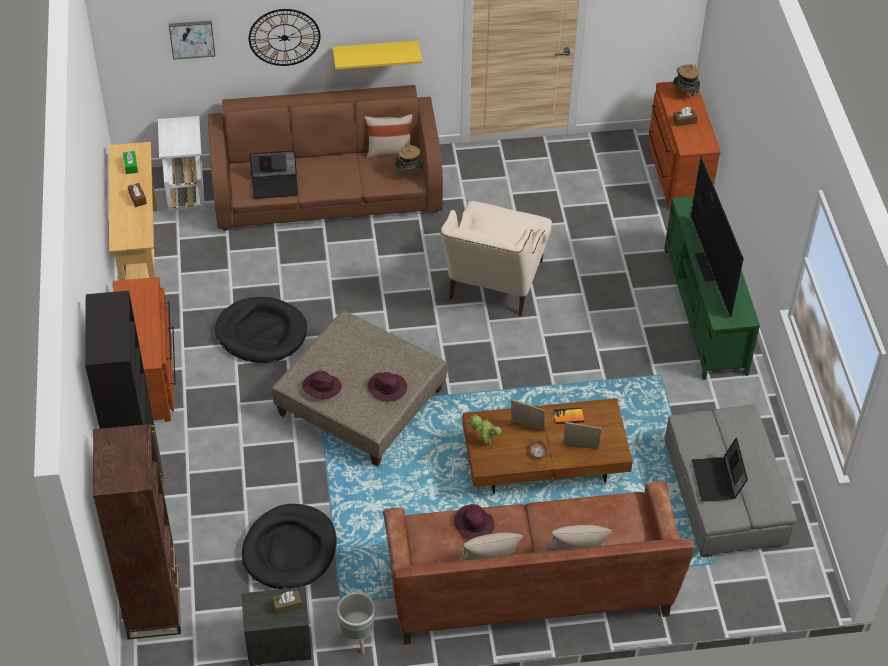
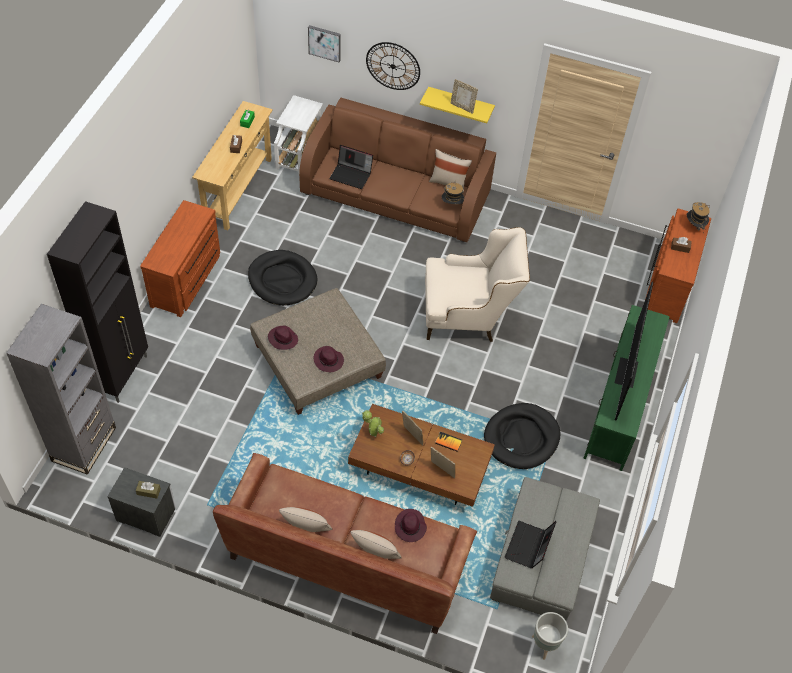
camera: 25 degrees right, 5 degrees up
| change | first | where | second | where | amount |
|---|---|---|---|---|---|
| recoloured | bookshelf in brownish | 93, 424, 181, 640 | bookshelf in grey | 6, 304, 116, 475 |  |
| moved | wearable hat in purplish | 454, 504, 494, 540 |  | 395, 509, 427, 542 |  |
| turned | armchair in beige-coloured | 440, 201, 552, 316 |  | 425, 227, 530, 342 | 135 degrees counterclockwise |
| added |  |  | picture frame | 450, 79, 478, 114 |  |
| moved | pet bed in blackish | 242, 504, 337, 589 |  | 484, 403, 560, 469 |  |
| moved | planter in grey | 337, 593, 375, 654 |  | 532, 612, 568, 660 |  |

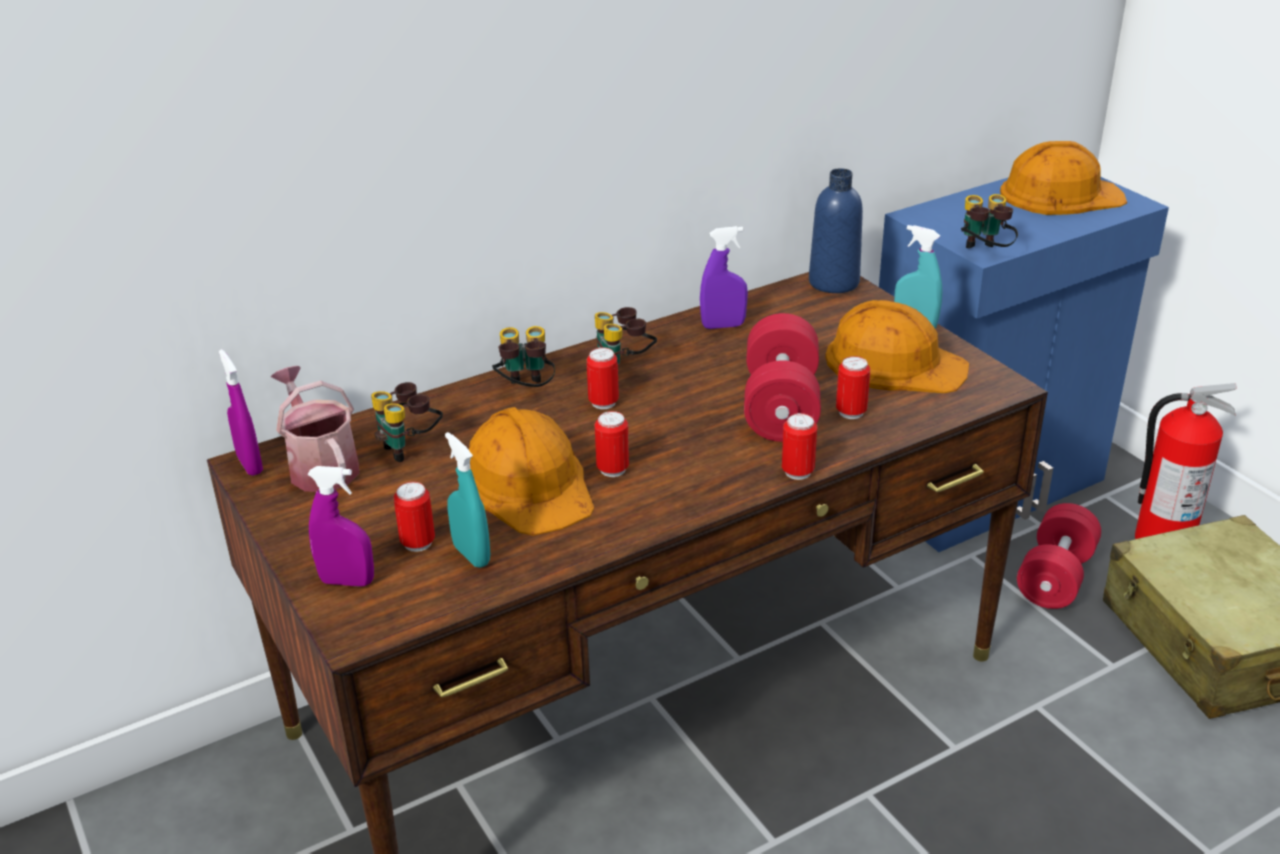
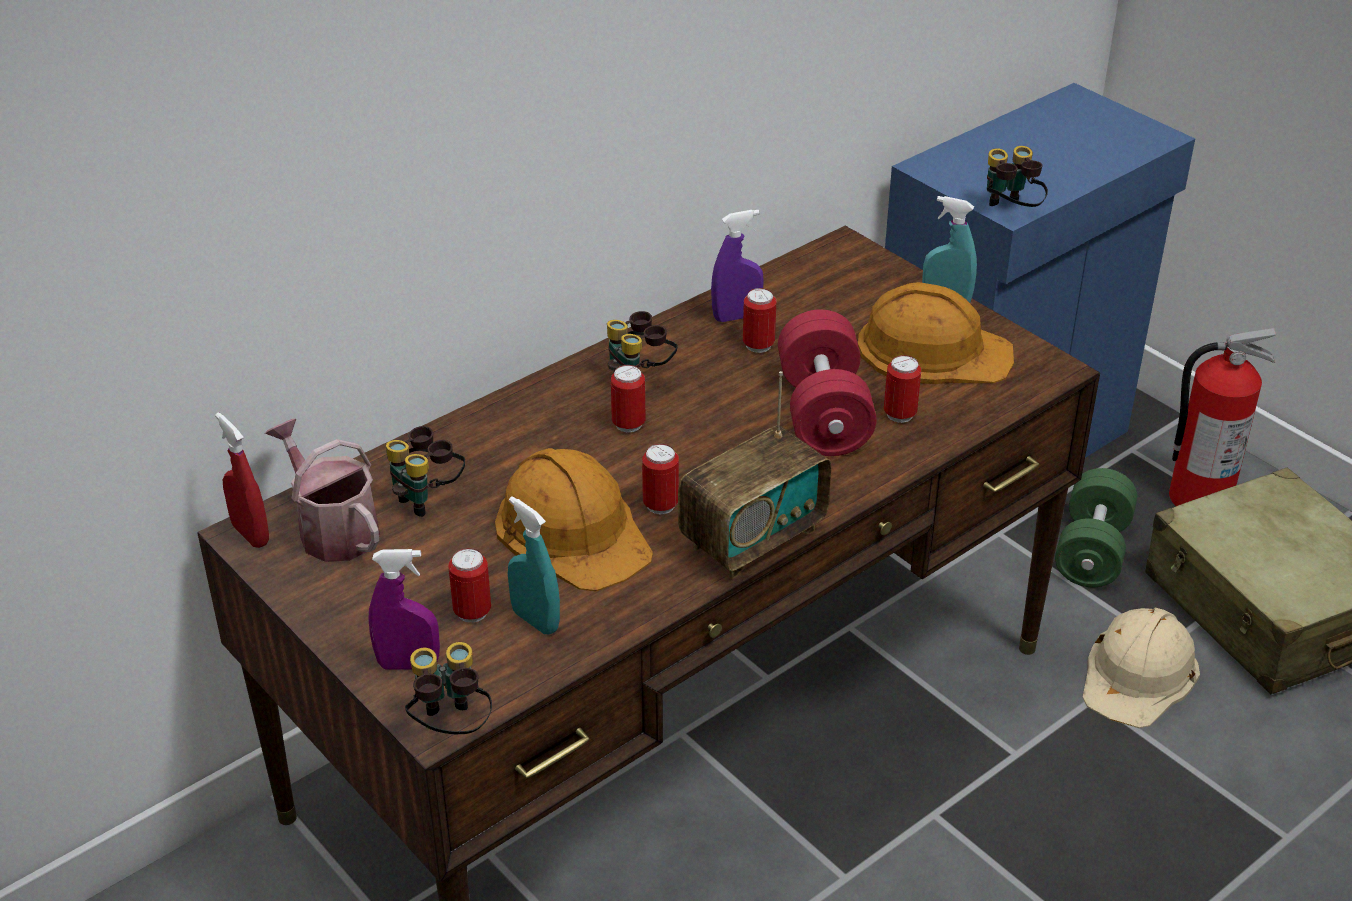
camera: 10 degrees left, 5 degrees up
| change | first | where | second | where | amount |
|---|---|---|---|---|---|
| recoloured | spray bottle in purplish | 219, 349, 263, 476 | spray bottle in red | 215, 412, 269, 548 |  |
| moved | field glasses | 492, 326, 555, 387 |  | 405, 642, 492, 734 |  |
| added |  |  | radio | 678, 371, 831, 579 |  |
| moved | metal can | 782, 413, 817, 480 |  | 743, 288, 777, 353 |  |
| recoloured | free weight in red | 1017, 503, 1101, 609 | free weight in greenish | 1055, 468, 1137, 587 |  |
| added |  |  | hard hat in beige-coloured | 1083, 608, 1200, 728 |  |
| removed | beverage bottle in blue-coloured | 809, 168, 863, 293 |  |  |  |
| removed | hard hat in orangey | 1000, 141, 1127, 215 |  |  |  |

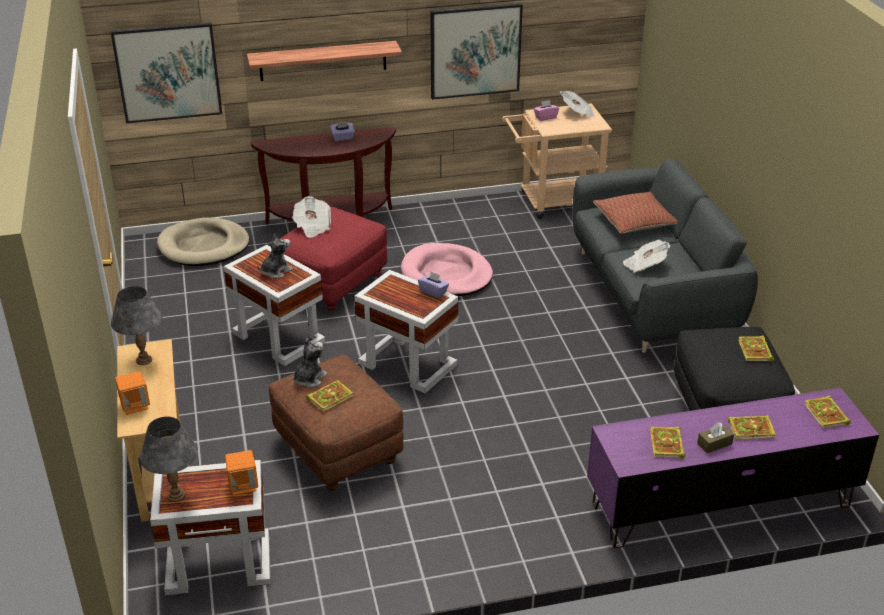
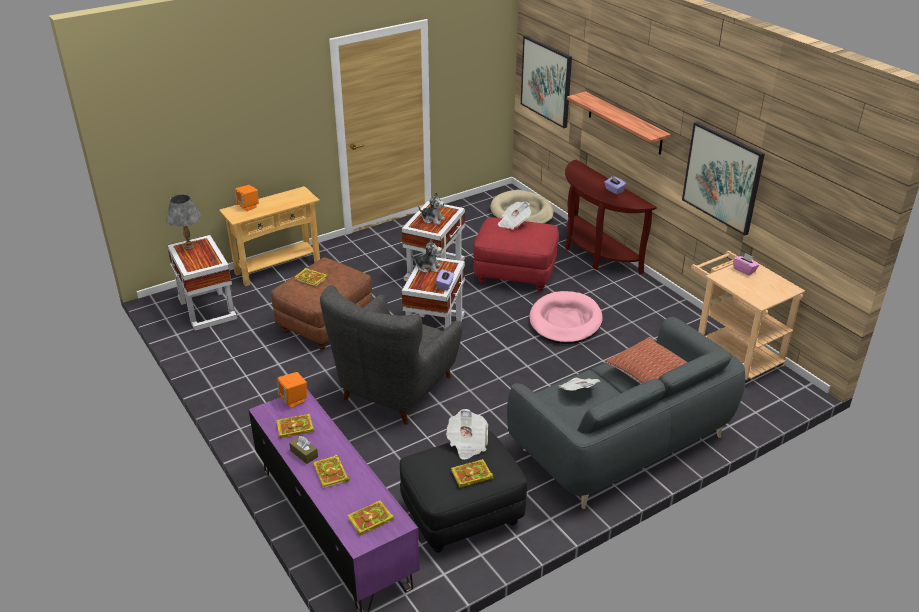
camera: 70 degrees right, 0 degrees up
| change | first | where | second | where | amount |
|---|---|---|---|---|---|
| moved | audio speaker in orangey | 225, 450, 258, 495 |  | 278, 372, 307, 408 |  |
| added |  |  | armchair in grey | 320, 285, 462, 424 |  |
| moved | plush toy | 293, 339, 327, 388 |  | 411, 238, 442, 273 |  |
| moved | newspaper | 560, 91, 595, 117 |  | 446, 409, 488, 460 |  |
| removed | tabletop lamp in grey | 111, 286, 163, 365 |  |  |  |

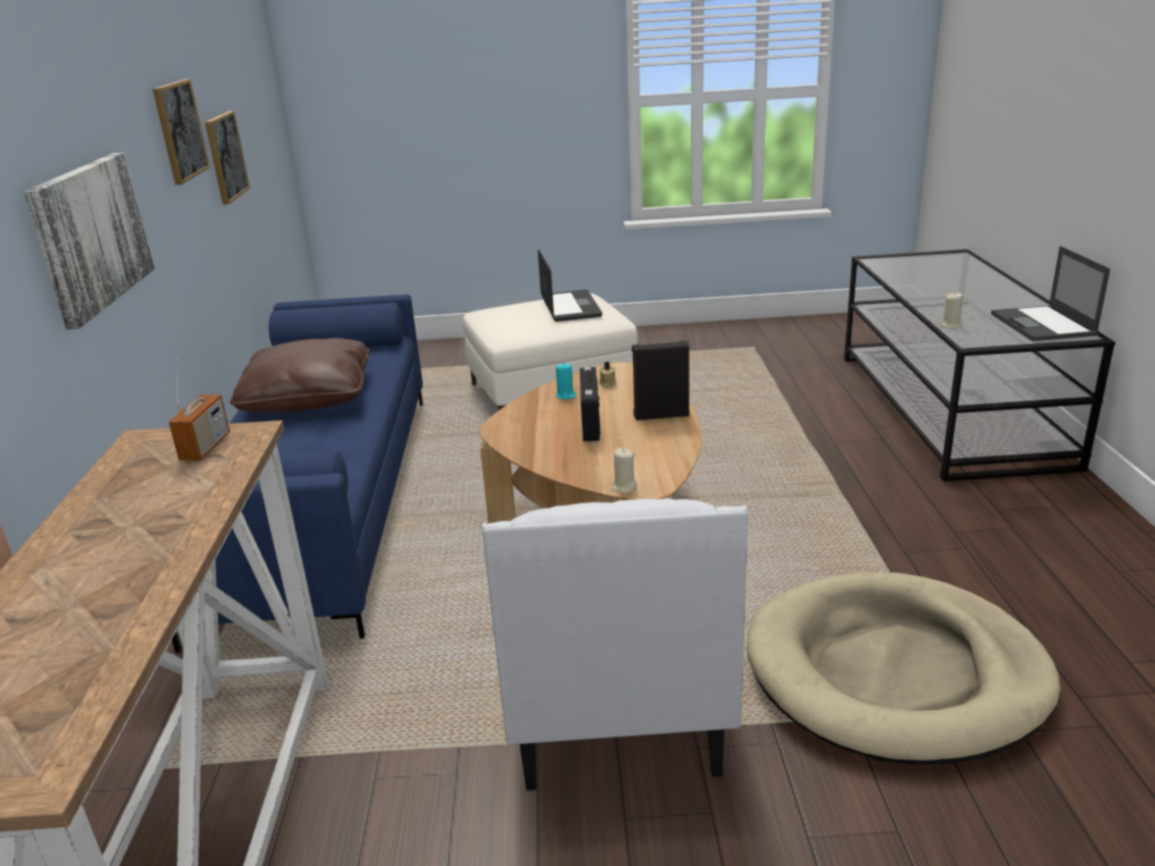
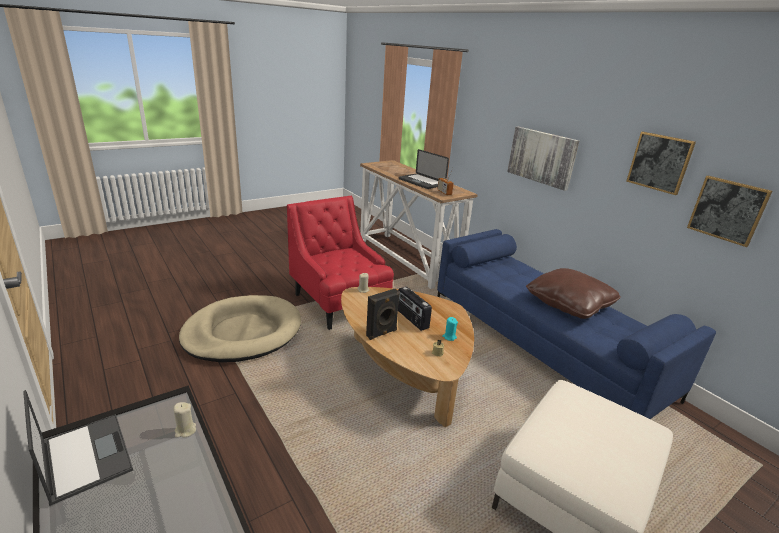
camera: 145 degrees right, 0 degrees up
| change | first | where | second | where | amount |
|---|---|---|---|---|---|
| recoloured | armchair in white-coloured | 482, 499, 748, 790 | armchair in red | 287, 196, 394, 330 |  |
| moved | portable computer | 538, 249, 602, 322 |  | 399, 149, 449, 189 |  |

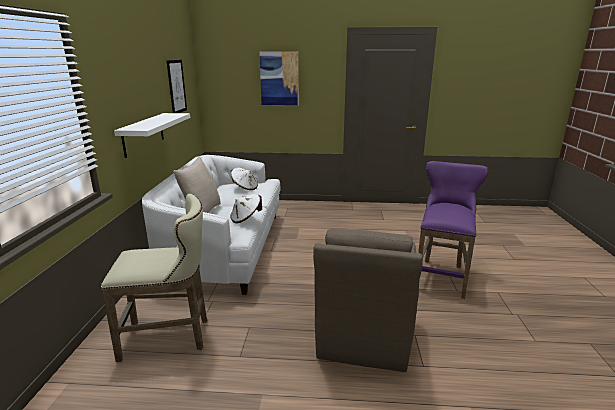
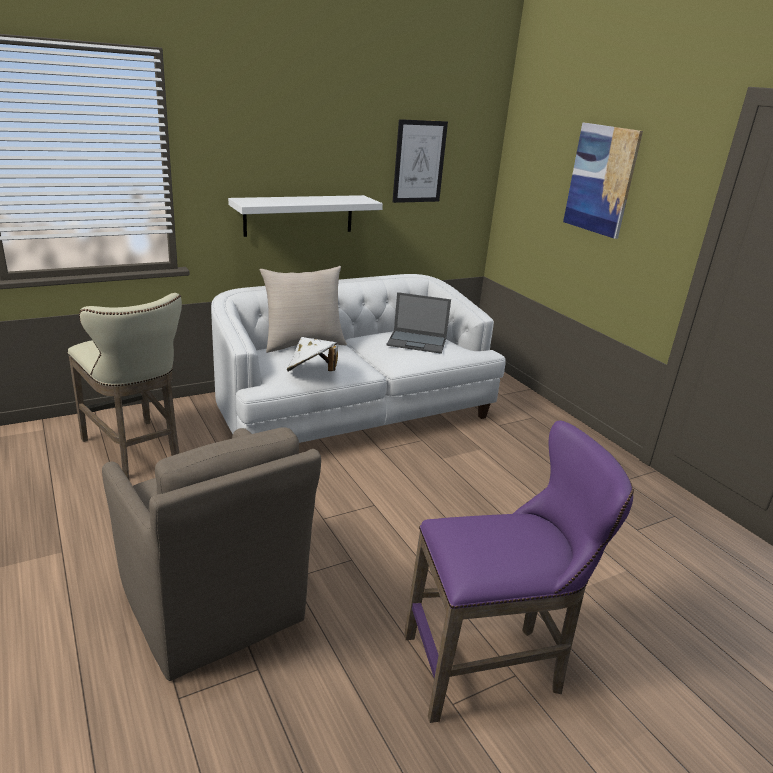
camera: 55 degrees right, 5 degrees up
| change | first | where | second | where | amount |
|---|---|---|---|---|---|
| turned | armchair in brownish | 313, 229, 423, 372 |  | 102, 427, 321, 681 | 105 degrees counterclockwise |
| replaced | wearable hat in white-coloured | 231, 168, 258, 190 | portable computer | 387, 292, 451, 354 |  |

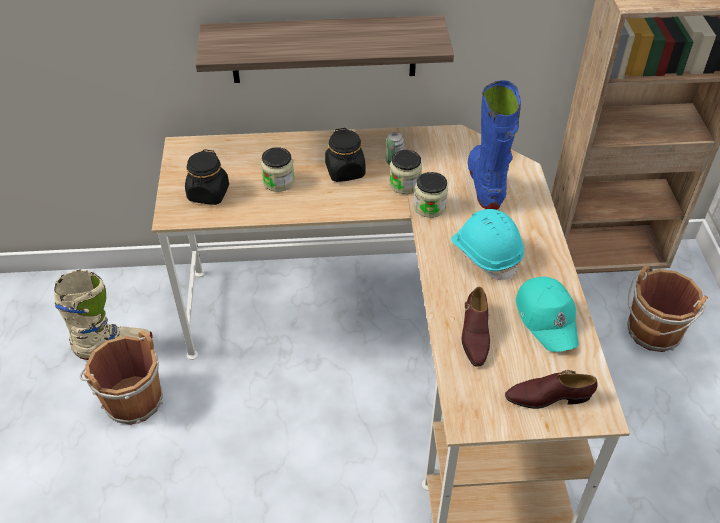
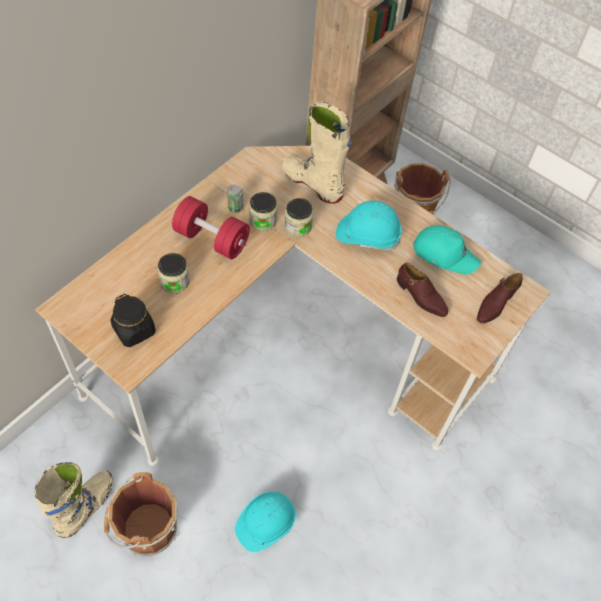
camera: 50 degrees left, 10 degrees up
| change | first | where | second | where | amount |
|---|---|---|---|---|---|
| replaced | preserve jar in blackish | 325, 128, 365, 182 | free weight in red | 172, 196, 250, 259 |  |
| added |  |  | hard hat in turquoise | 235, 492, 296, 552 |  |
| recoloured | boot in blue-coloured | 468, 80, 521, 210 | boot in beige-coloured | 282, 101, 351, 204 |  |
| removed | bracket shelf | 196, 15, 454, 83 |  |  |  |

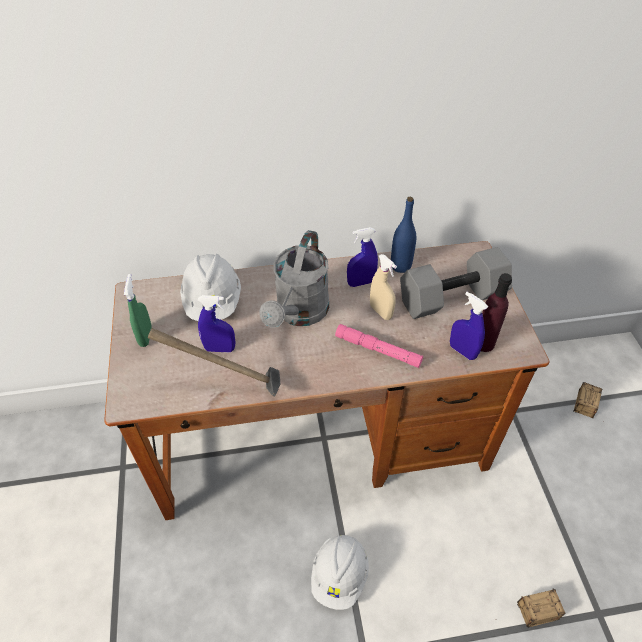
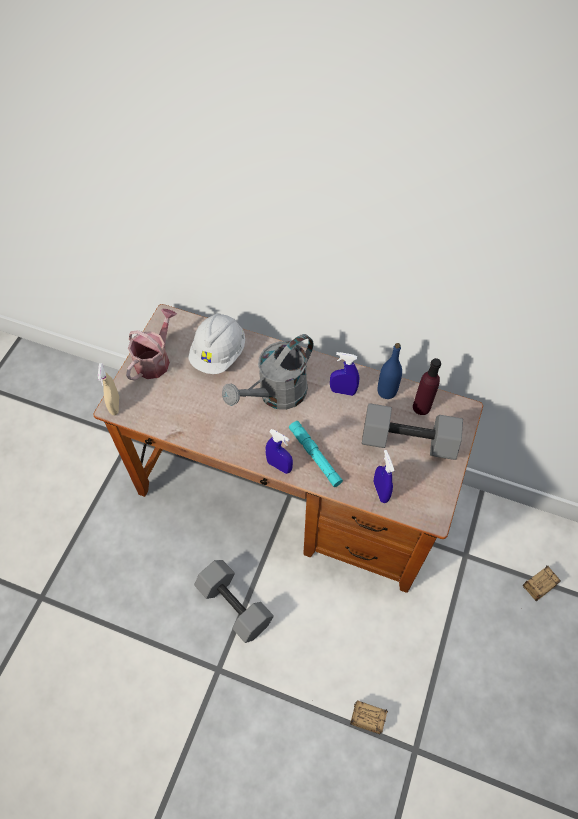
camera: 30 degrees right, 10 degrees up
| change | first | where | second | where | amount |
|---|---|---|---|---|---|
| moved | spray bottle in beige-coloured | 370, 254, 397, 320 |  | 98, 363, 119, 415 |  |
| replaced | spray bottle in greenish | 124, 274, 152, 347 | sprinkling can | 126, 309, 177, 381 |  |
| replaced | hard hat in white-coloured | 311, 535, 369, 610 | free weight in grey | 194, 560, 274, 643 |  |
| moved | spray bottle in blue-coloured | 198, 295, 235, 352 |  | 265, 429, 293, 474 |  |
| recoloured | hand torch in pink-coloured | 335, 324, 423, 368 | hand torch in turquoise | 289, 421, 343, 487 |  |
| moved | beverage bottle in purplish | 481, 273, 512, 352 |  | 413, 358, 441, 415 |  |
| removed | hand hammer | 148, 328, 280, 397 |  |  |  |

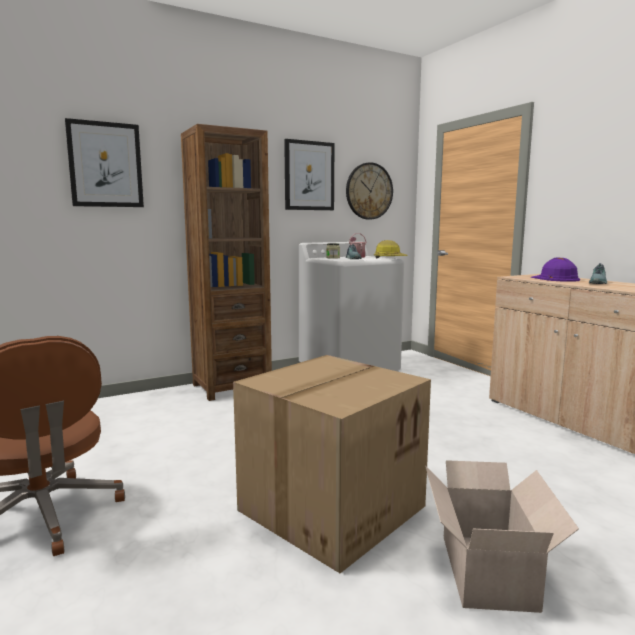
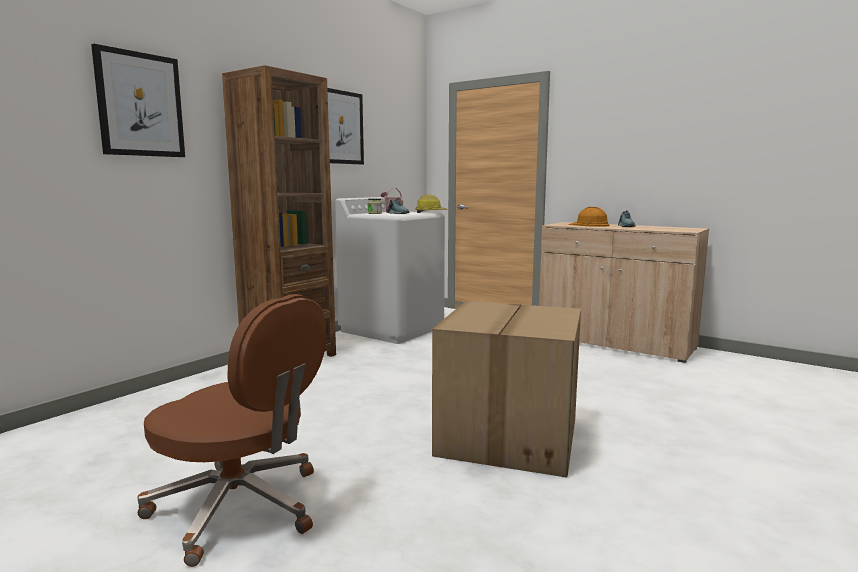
camera: 25 degrees left, 0 degrees up
| change | first | where | second | where | amount |
|---|---|---|---|---|---|
| recoloured | hard hat in purplish | 531, 258, 580, 282 | hard hat in orangey | 568, 207, 610, 227 |  |
| removed | hanging clock | 346, 162, 393, 220 |  |  |  |
| removed | cardboard box | 425, 460, 579, 613 |  |  |  |

